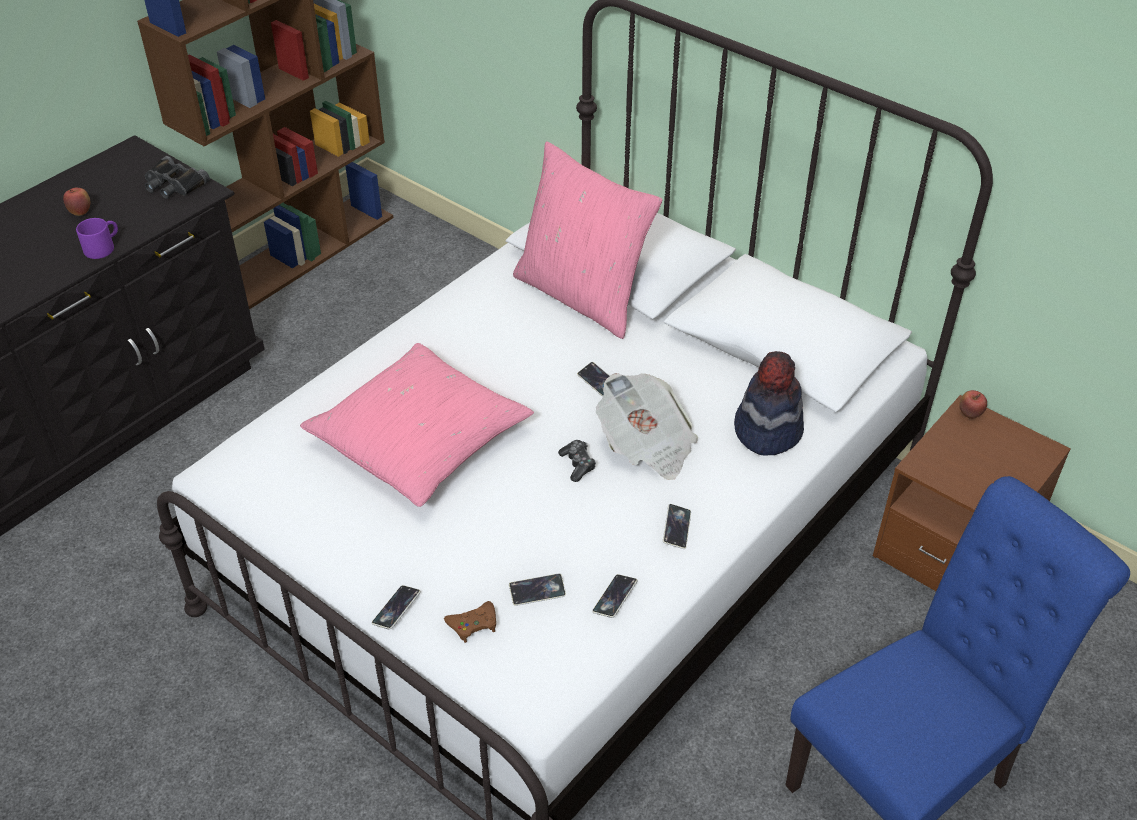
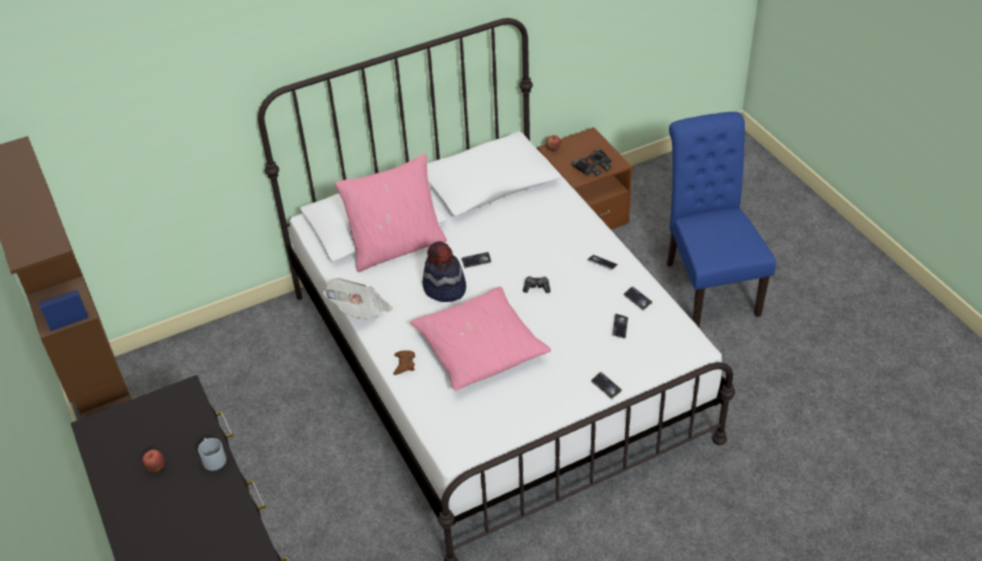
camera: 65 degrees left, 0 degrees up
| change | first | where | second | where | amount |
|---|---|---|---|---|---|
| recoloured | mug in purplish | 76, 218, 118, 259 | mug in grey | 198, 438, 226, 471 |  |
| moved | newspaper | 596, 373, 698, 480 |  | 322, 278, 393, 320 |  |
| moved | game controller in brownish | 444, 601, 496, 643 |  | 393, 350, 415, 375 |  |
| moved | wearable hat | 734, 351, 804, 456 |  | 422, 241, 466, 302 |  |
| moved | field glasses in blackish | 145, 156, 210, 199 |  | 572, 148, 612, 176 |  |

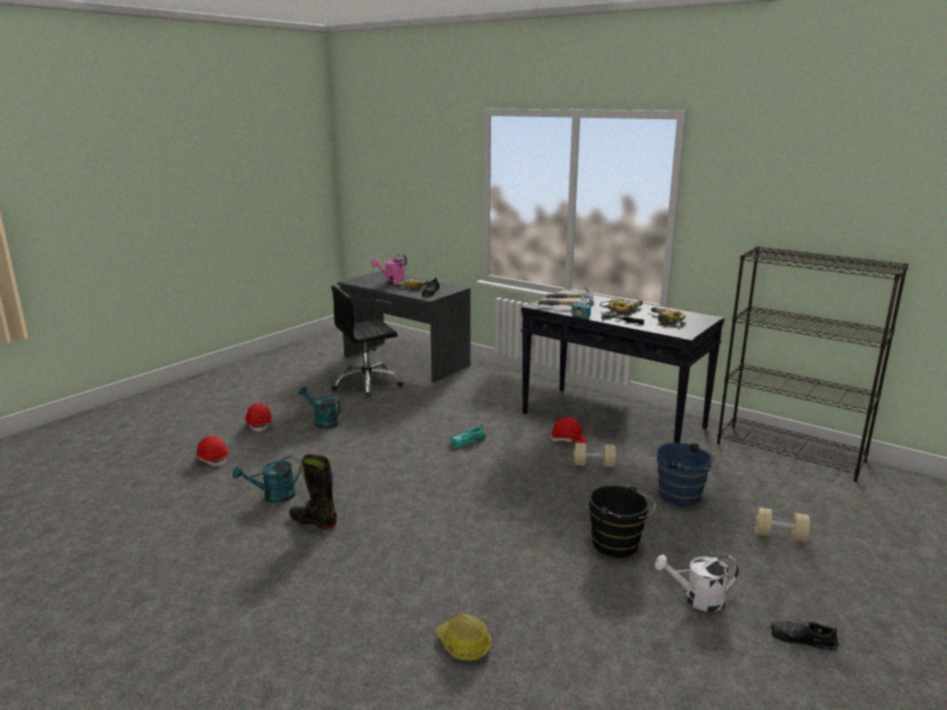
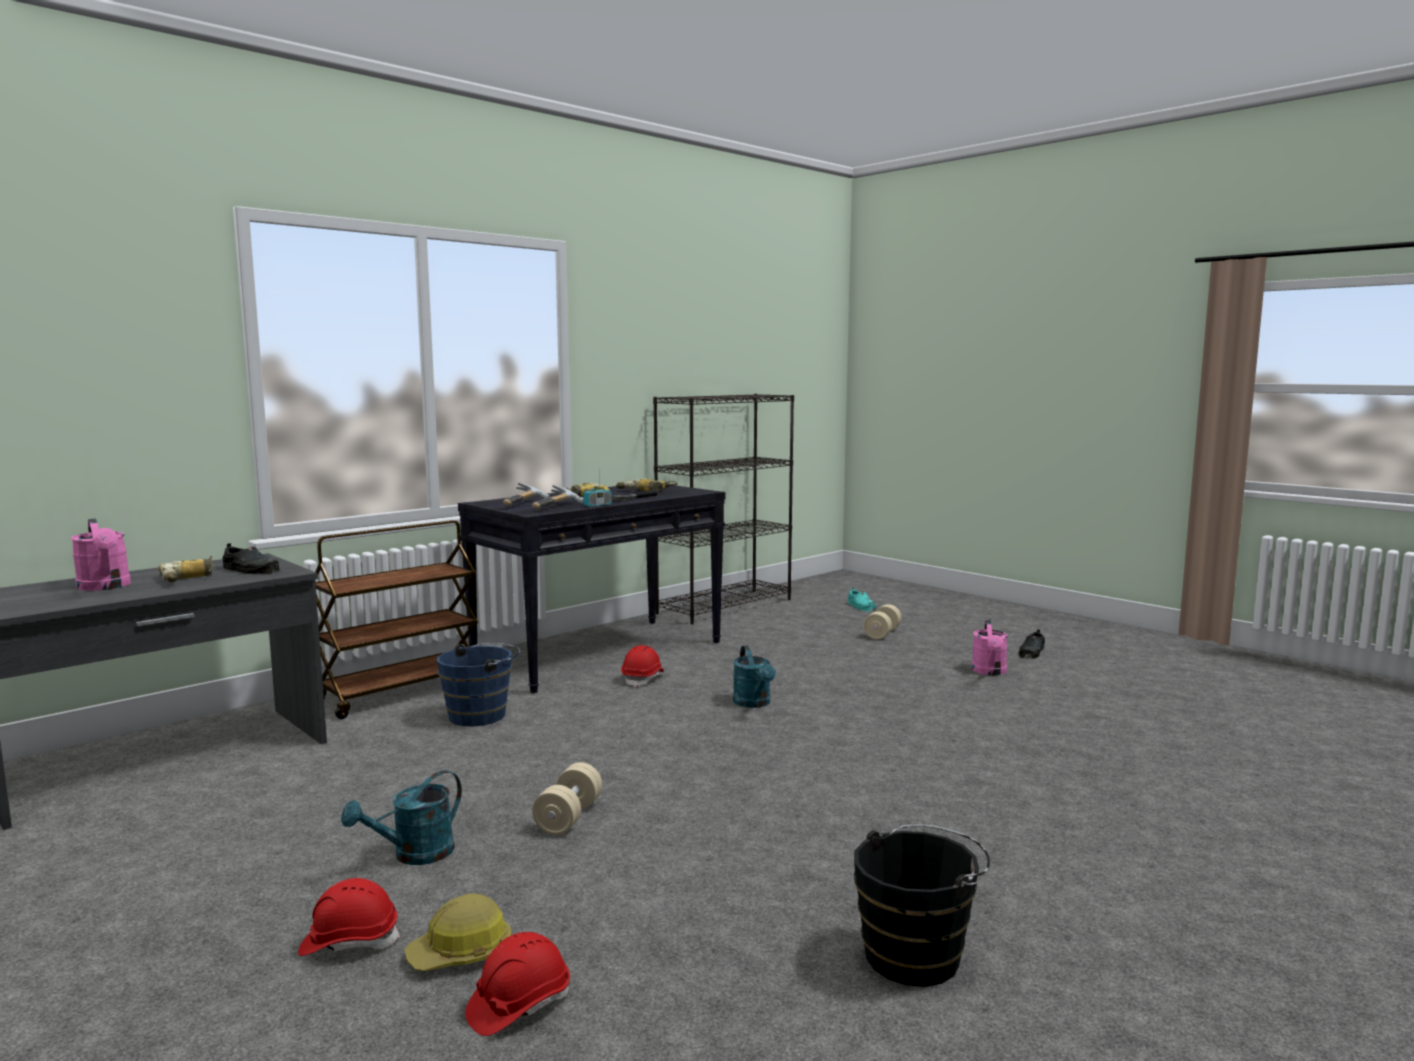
camera: 80 degrees left, 10 degrees down
| change | first | where | second | where | amount |
|---|---|---|---|---|---|
| added |  |  | cart in brownish | 315, 520, 478, 719 |  |
| moved | hard hat | 436, 614, 491, 661 |  | 405, 894, 511, 971 |  |
| moved | pail in blue-coloured | 657, 443, 718, 506 |  | 437, 643, 520, 726 |  |
| moved | free weight in beige-coloured | 573, 443, 616, 467 |  | 532, 762, 602, 835 |  |
| moved | sprinkling can in turquoise | 233, 456, 301, 503 |  | 733, 645, 776, 708 |  |
| moved | item of footwear in turquoise | 450, 425, 486, 447 |  | 848, 587, 876, 612 |  |
| moved | pail in blackish | 589, 485, 656, 558 |  | 854, 825, 990, 987 |  |
| recoloured | sprinkling can in white-coloured | 655, 555, 739, 612 | sprinkling can in pink-coloured | 971, 620, 1008, 675 |  |
| removed | boot in blackish | 289, 454, 337, 529 |  |  |  |
| removed | computer chair in blackish | 331, 285, 403, 398 |  |  |  |

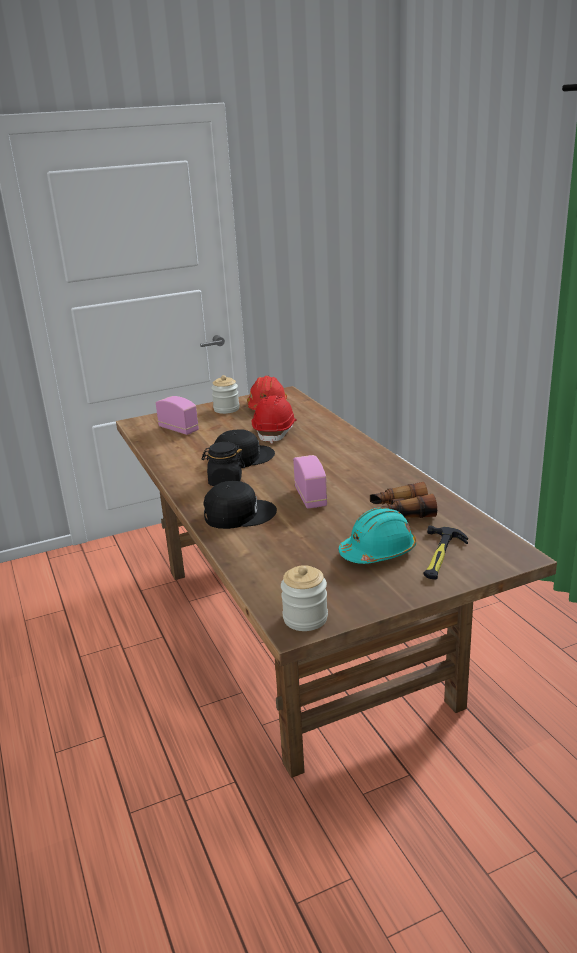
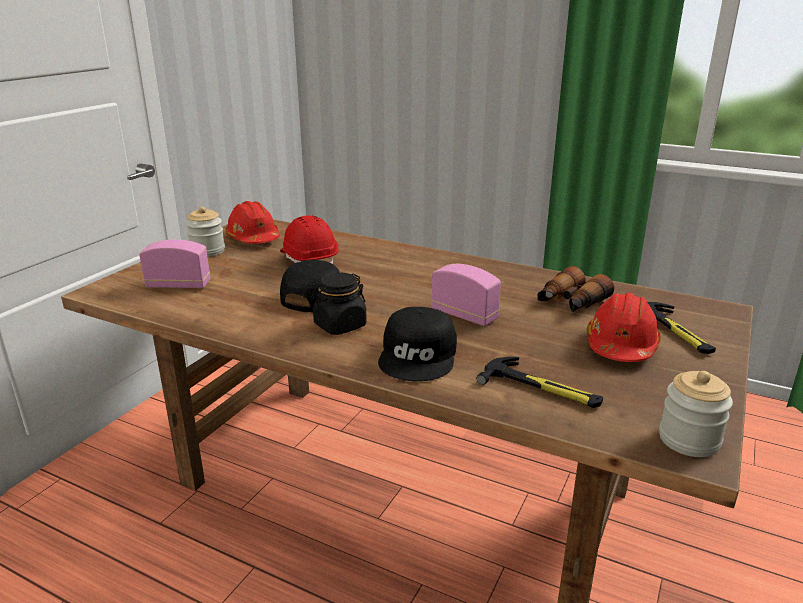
camera: 40 degrees left, 0 degrees up
| change | first | where | second | where | amount |
|---|---|---|---|---|---|
| turned | peaked cap in blackish | 203, 481, 277, 529 |  | 378, 307, 457, 381 | 150 degrees clockwise |
| added |  |  | hand hammer | 477, 357, 603, 408 |  |
| recoloured | hard hat in turquoise | 339, 507, 416, 564 | hard hat in red | 586, 293, 661, 362 |  |

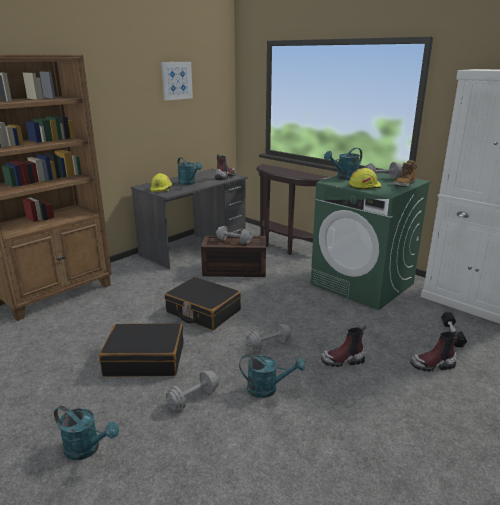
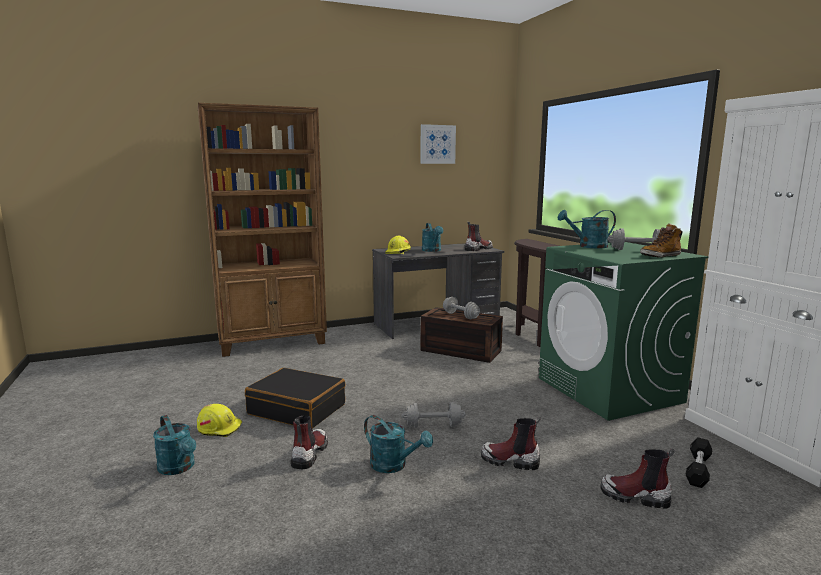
camera: 25 degrees right, 10 degrees down
| change | first | where | second | where | amount |
|---|---|---|---|---|---|
| moved | hard hat in yellow | 349, 168, 381, 189 |  | 197, 404, 242, 437 |  |
| replaced | free weight in grey | 165, 371, 219, 410 | boot | 291, 416, 328, 469 |  |
| removed | suitcase in blackish | 164, 277, 241, 330 |  |  |  |

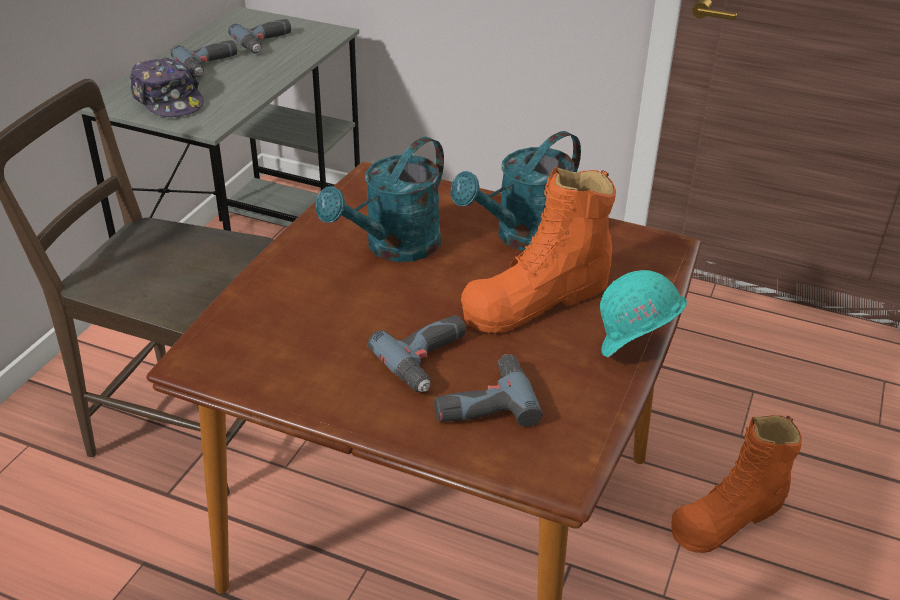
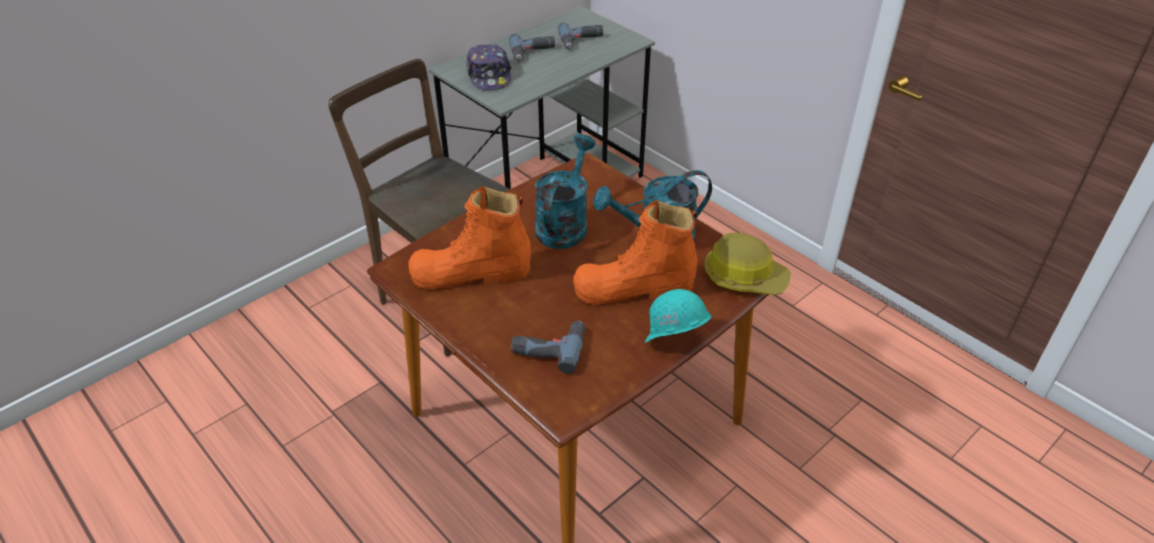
camera: 25 degrees right, 5 degrees up
| change | first | where | second | where | amount |
|---|---|---|---|---|---|
| moved | boot in orangey | 671, 415, 802, 553 |  | 408, 186, 531, 290 |  |
| turned | sprinkling can in turquoise | 316, 137, 444, 262 |  | 535, 134, 596, 249 | 135 degrees clockwise |
| added |  |  | hard hat | 704, 233, 791, 295 |  |
| removed | electric drill | 367, 315, 466, 392 |  |  |  |

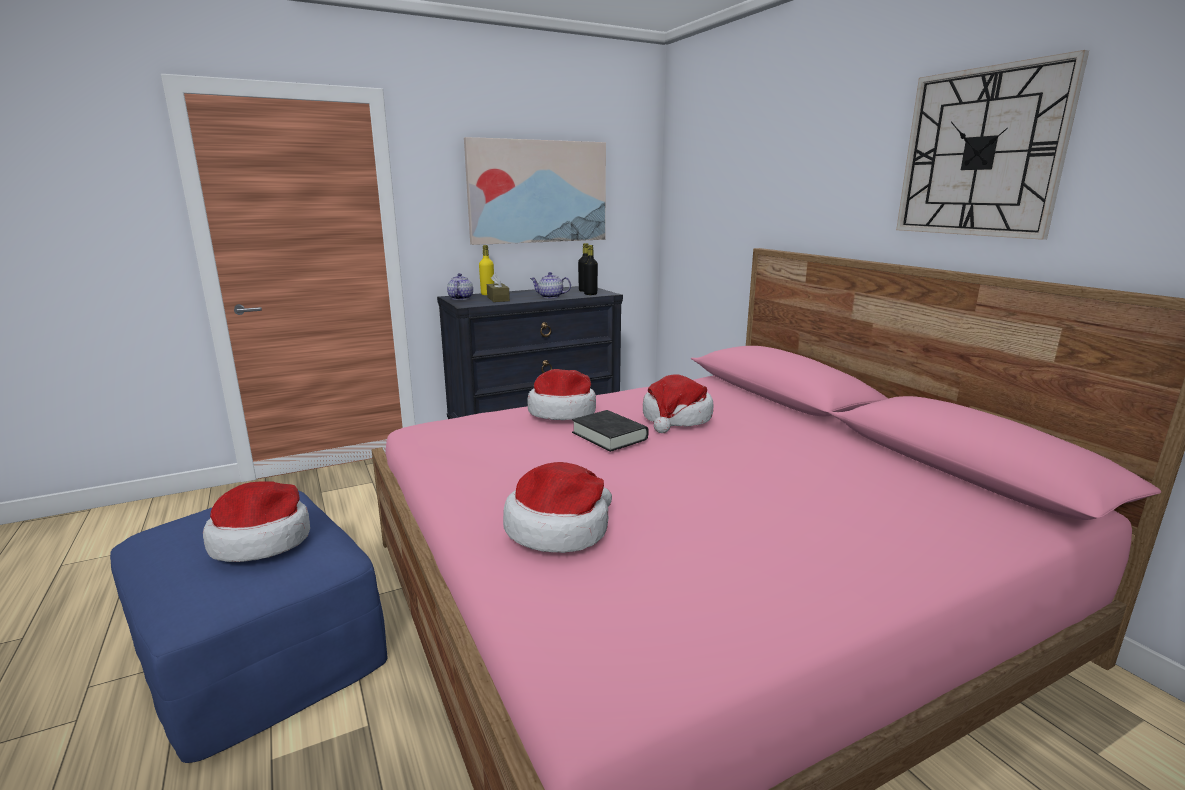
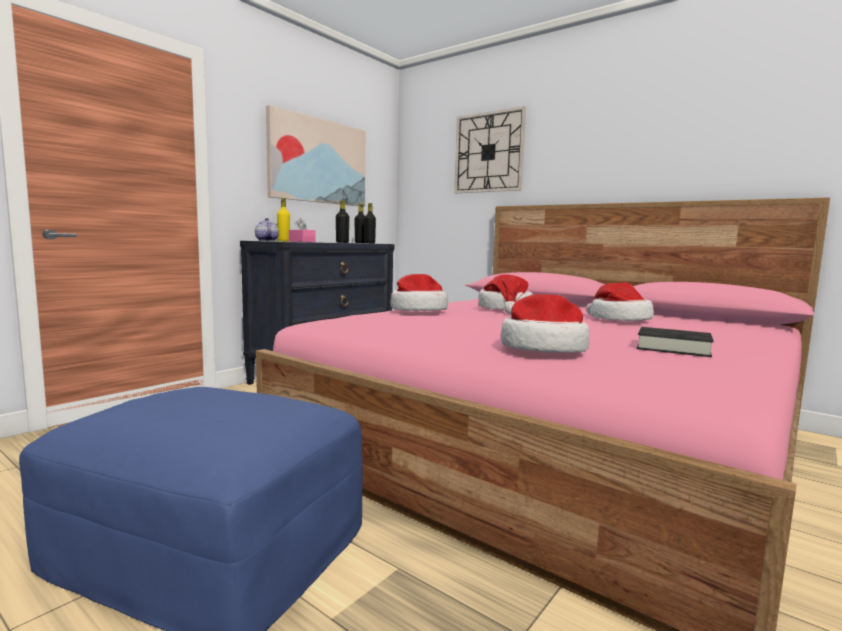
camera: 25 degrees left, 10 degrees down
| change | first | where | second | where | amount |
|---|---|---|---|---|---|
| recoloured | box of tissues in brownish | 487, 273, 510, 302 | box of tissues in pink-coloured | 289, 218, 316, 242 |  |
| replaced | teapot | 530, 272, 571, 298 | beverage bottle in blackish | 336, 200, 349, 243 |  |
| moved | hanging clock | 896, 50, 1089, 240 |  | 454, 106, 526, 193 |  |
| moved | wearable hat | 203, 481, 310, 562 |  | 586, 282, 654, 321 |  |
| moved | bound book in blackish | 572, 410, 648, 452 |  | 636, 327, 714, 357 |  |

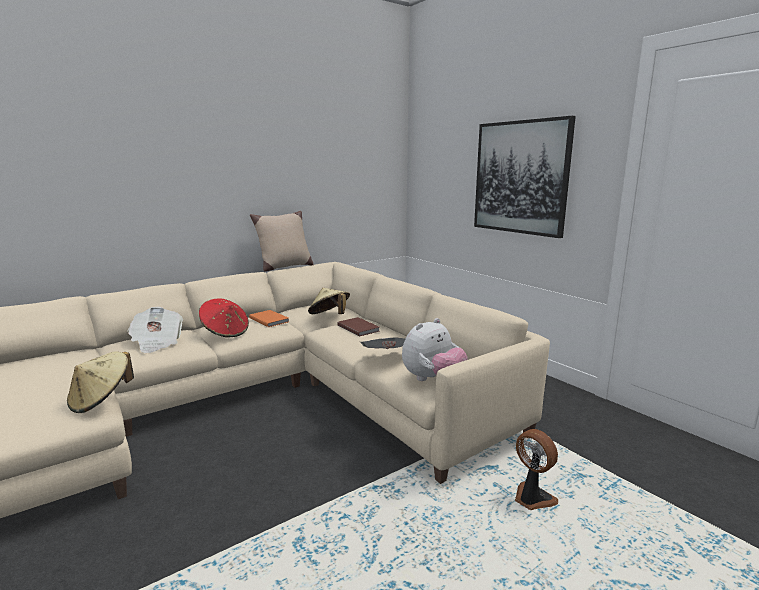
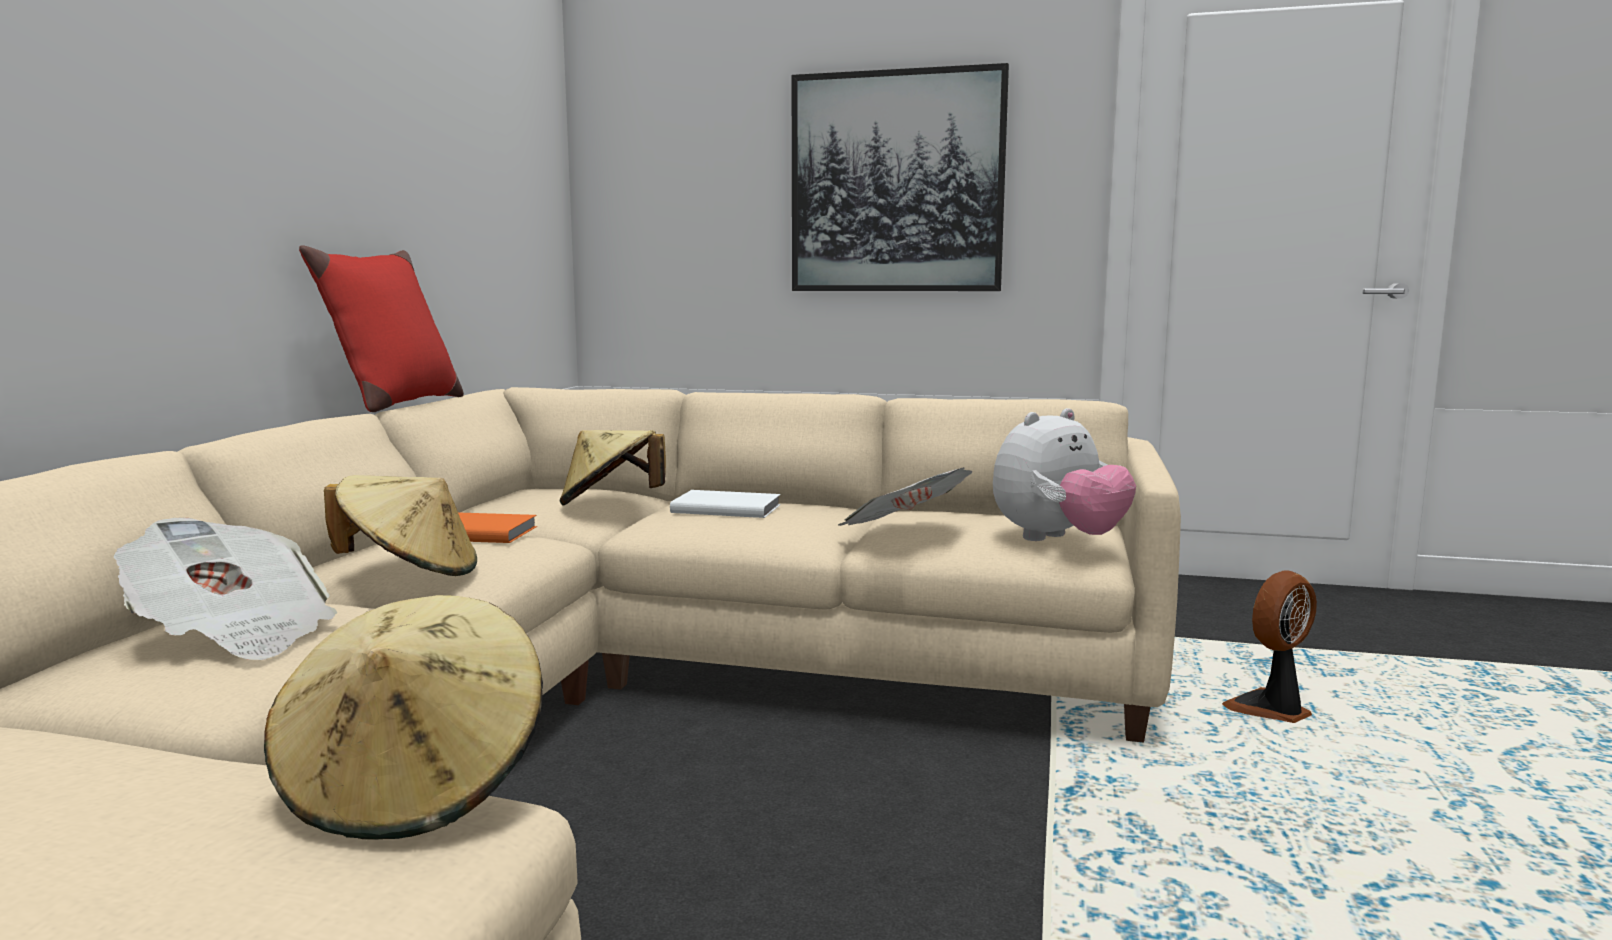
camera: 40 degrees left, 5 degrees down
| change | first | where | second | where | amount |
|---|---|---|---|---|---|
| recoloured | pillow in beige-coloured | 250, 211, 314, 272 | pillow in red | 299, 245, 464, 412 |  |
| recoloured | wearable hat in red | 199, 299, 249, 337 | wearable hat in beige-coloured | 324, 475, 477, 576 |  |
| recoloured | bound book in brownish | 337, 317, 380, 336 | bound book in white-coloured | 670, 490, 781, 518 |  |
| turned | plush toy | 402, 318, 468, 381 |  | 993, 408, 1136, 541 | 45 degrees clockwise |
| turned | cooling fan | 515, 429, 558, 510 |  | 1222, 570, 1317, 723 | 45 degrees counterclockwise |

